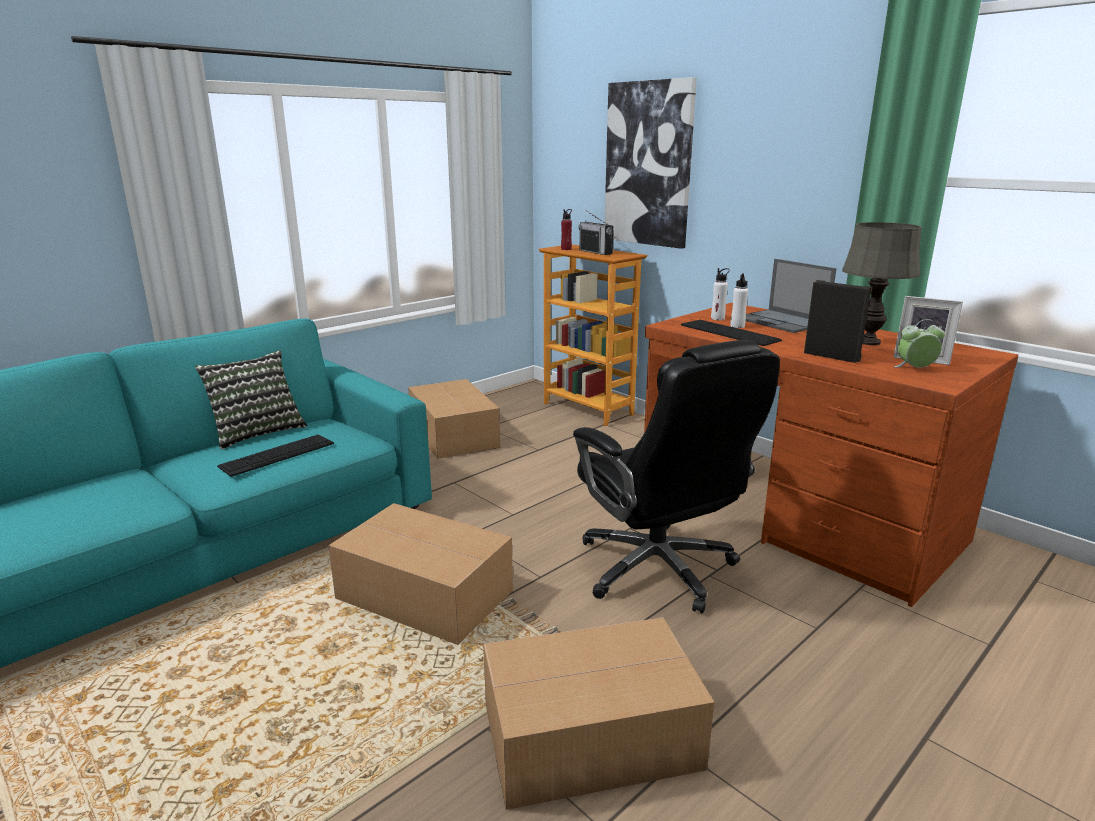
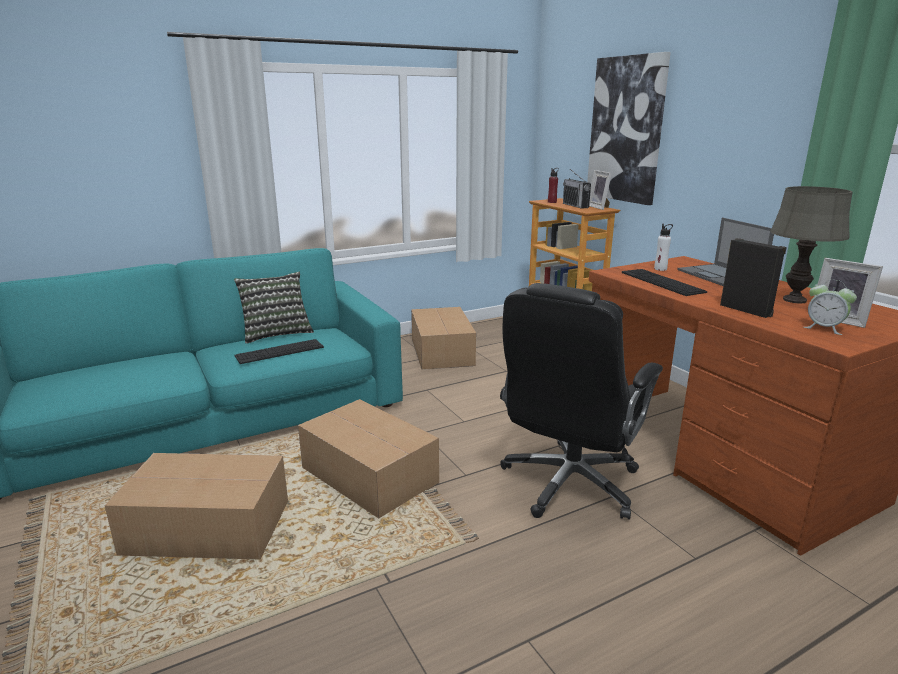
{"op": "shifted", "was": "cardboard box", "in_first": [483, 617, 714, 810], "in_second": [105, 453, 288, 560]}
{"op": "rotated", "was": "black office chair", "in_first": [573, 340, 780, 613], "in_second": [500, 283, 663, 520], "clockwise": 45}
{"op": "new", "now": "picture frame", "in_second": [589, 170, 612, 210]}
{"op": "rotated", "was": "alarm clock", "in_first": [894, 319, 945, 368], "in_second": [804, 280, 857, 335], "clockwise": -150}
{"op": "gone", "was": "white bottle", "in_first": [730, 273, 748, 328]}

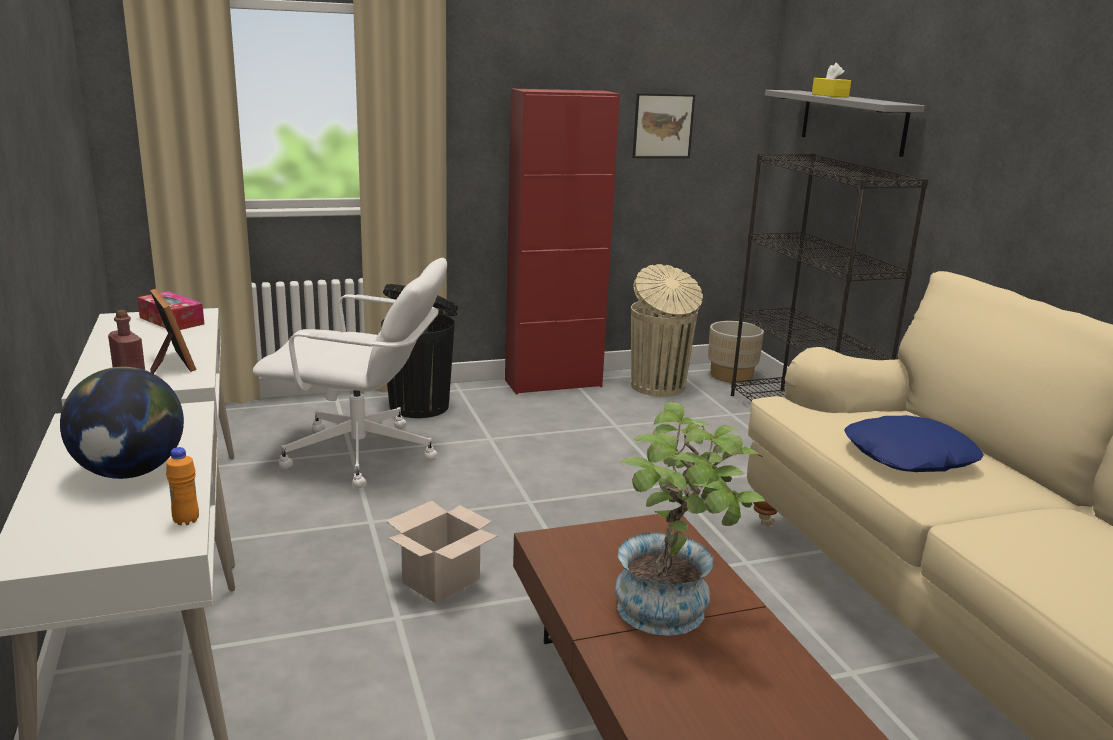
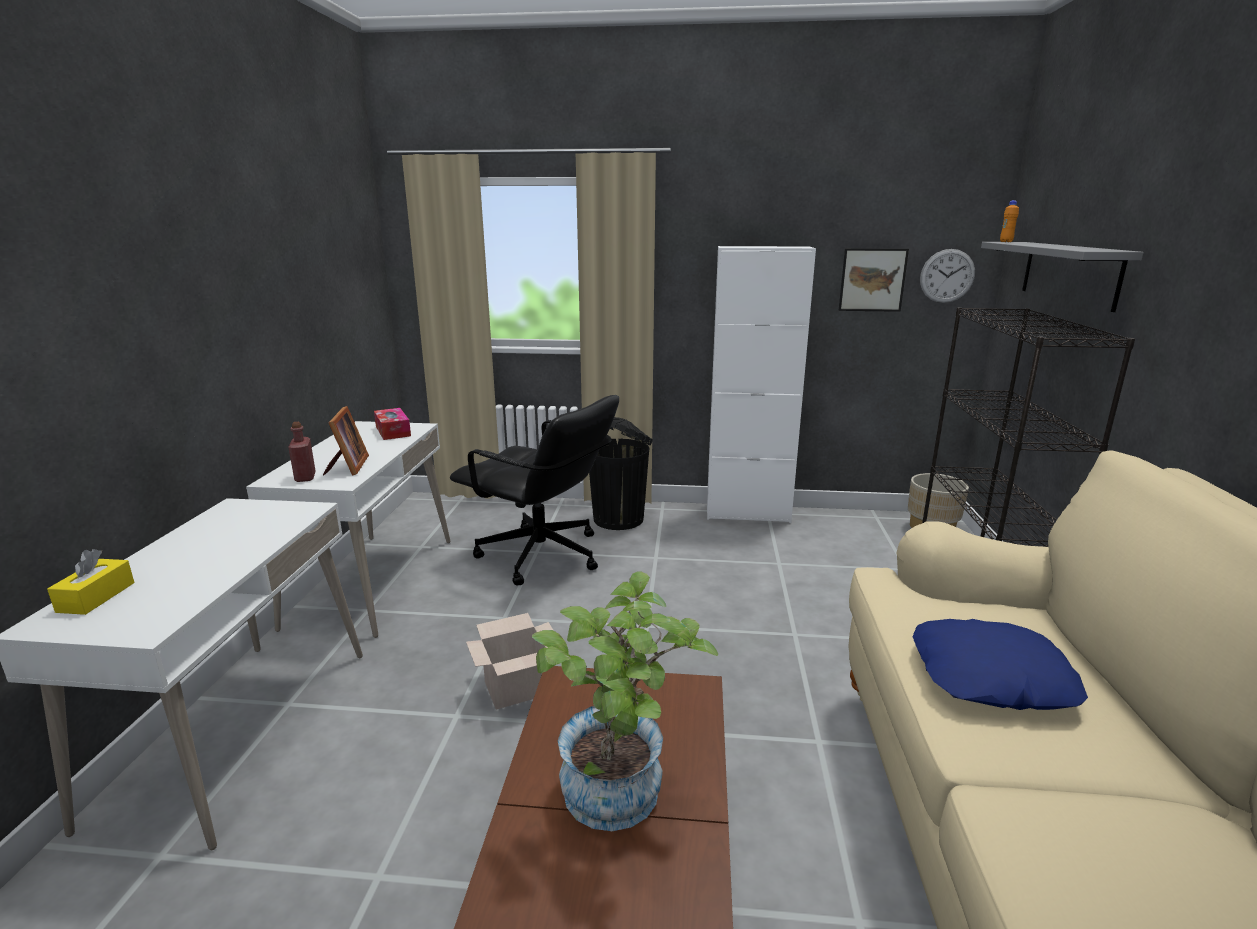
{"op": "shifted", "was": "yellow tissue box", "in_first": [812, 63, 851, 97], "in_second": [47, 549, 134, 615]}
{"op": "repainted", "was": "white office chair", "now": "black office chair", "in_first": [253, 258, 447, 488], "in_second": [450, 395, 619, 585]}
{"op": "repainted", "was": "red cabinet", "now": "white cabinet", "in_first": [505, 88, 620, 395], "in_second": [707, 246, 816, 523]}
{"op": "new", "now": "wall clock", "in_second": [920, 249, 975, 303]}
{"op": "shifted", "was": "orange bottle", "in_first": [166, 447, 199, 525], "in_second": [1000, 200, 1019, 242]}
{"op": "gone", "was": "globe", "in_first": [60, 367, 184, 479]}
{"op": "gone", "was": "beige trash can", "in_first": [631, 264, 703, 397]}

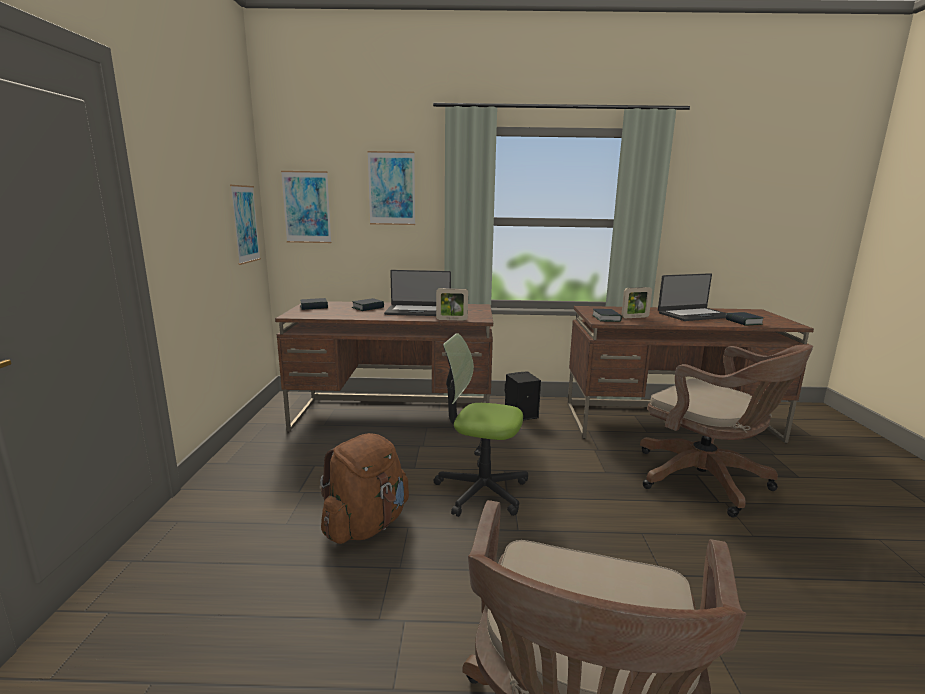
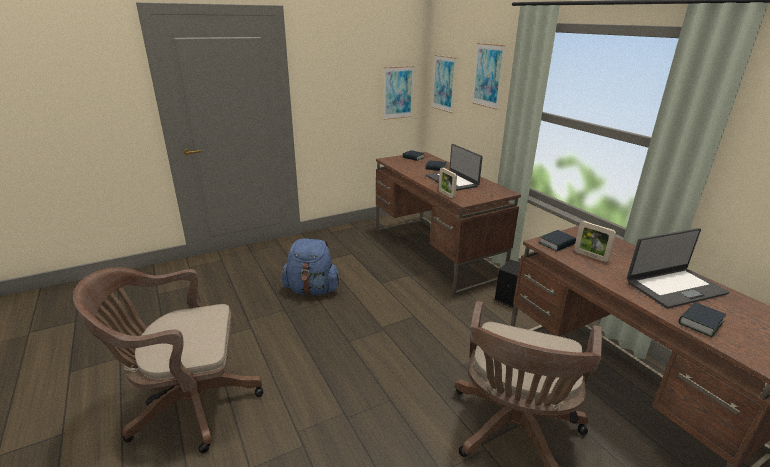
{"op": "repainted", "was": "brown backpack", "now": "blue backpack", "in_first": [320, 433, 409, 544], "in_second": [282, 239, 340, 295]}
{"op": "rotated", "was": "laptop", "in_first": [658, 273, 727, 321], "in_second": [627, 228, 730, 309], "clockwise": -60}
{"op": "gone", "was": "office chair", "in_first": [433, 333, 528, 517]}

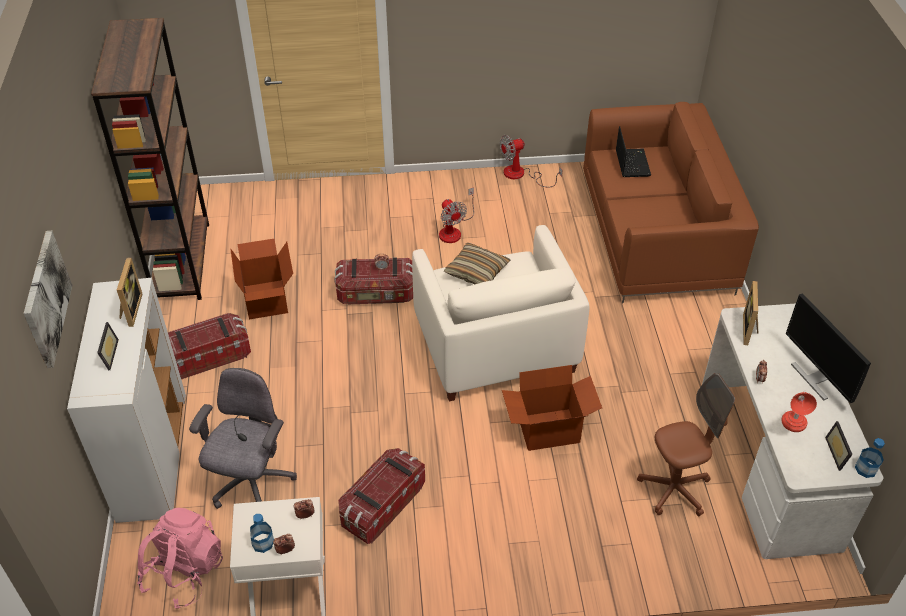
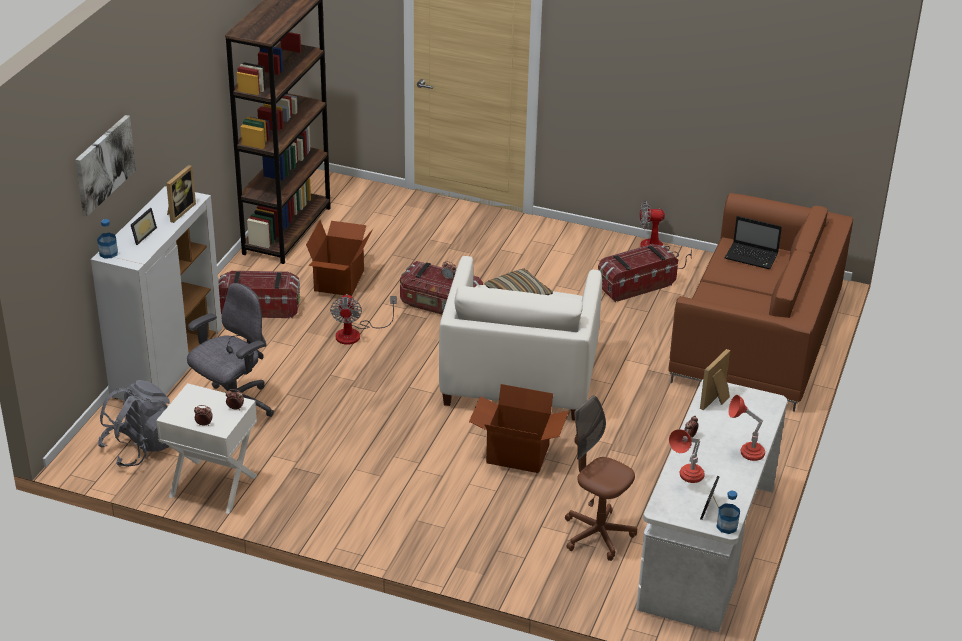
{"op": "shifted", "was": "bottle", "in_first": [250, 514, 274, 553], "in_second": [97, 219, 118, 259]}
{"op": "repainted", "was": "pink backpack", "now": "grey backpack", "in_first": [137, 508, 223, 609], "in_second": [98, 380, 170, 467]}
{"op": "shifted", "was": "fan", "in_first": [439, 187, 474, 243], "in_second": [330, 294, 397, 345]}
{"op": "rotated", "was": "brown office chair", "in_first": [637, 373, 735, 516], "in_second": [565, 395, 637, 561], "clockwise": -150}
{"op": "shifted", "was": "storage box", "in_first": [338, 448, 425, 544], "in_second": [598, 244, 678, 302]}
{"op": "rotated", "was": "laptop", "in_first": [616, 126, 651, 177], "in_second": [725, 216, 782, 269], "clockwise": 90}
{"op": "swapped", "was": "monitor", "now": "red table lamp", "in_first": [786, 293, 871, 403], "in_second": [729, 395, 765, 461]}

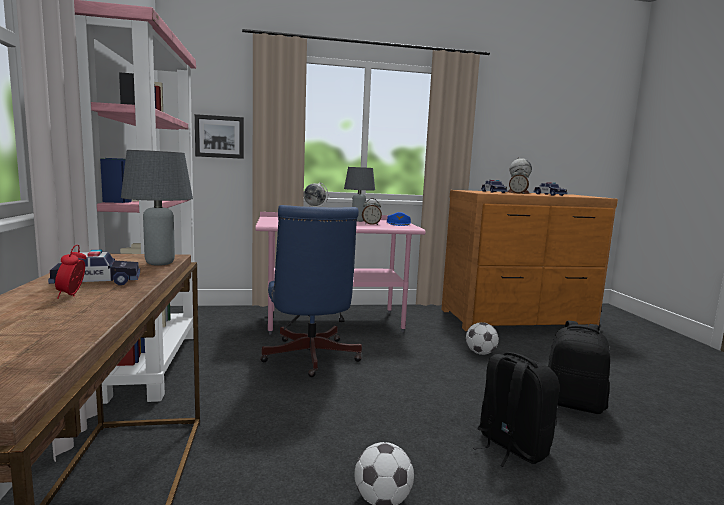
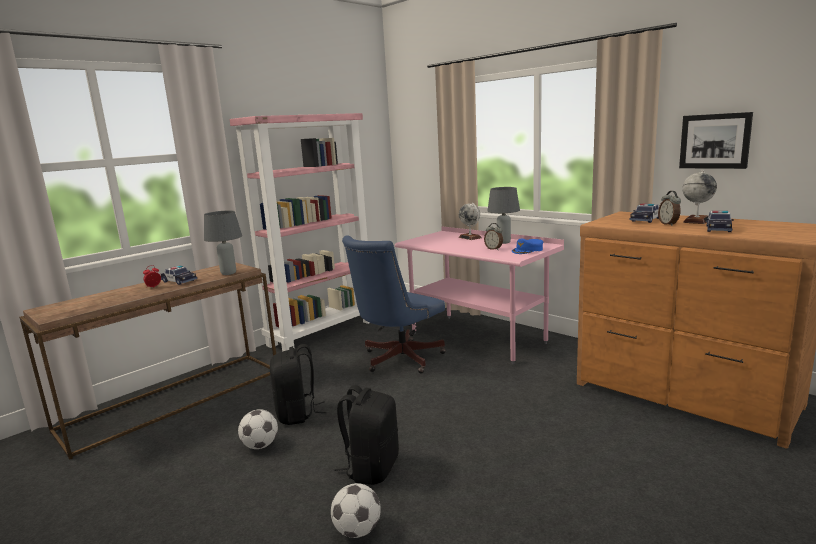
{"op": "shifted", "was": "black backpack", "in_first": [548, 321, 610, 414], "in_second": [270, 344, 327, 425]}
{"op": "shifted", "was": "football", "in_first": [466, 322, 499, 355], "in_second": [331, 483, 381, 538]}
{"op": "shifted", "was": "picture", "in_first": [195, 114, 244, 159], "in_second": [679, 112, 753, 169]}

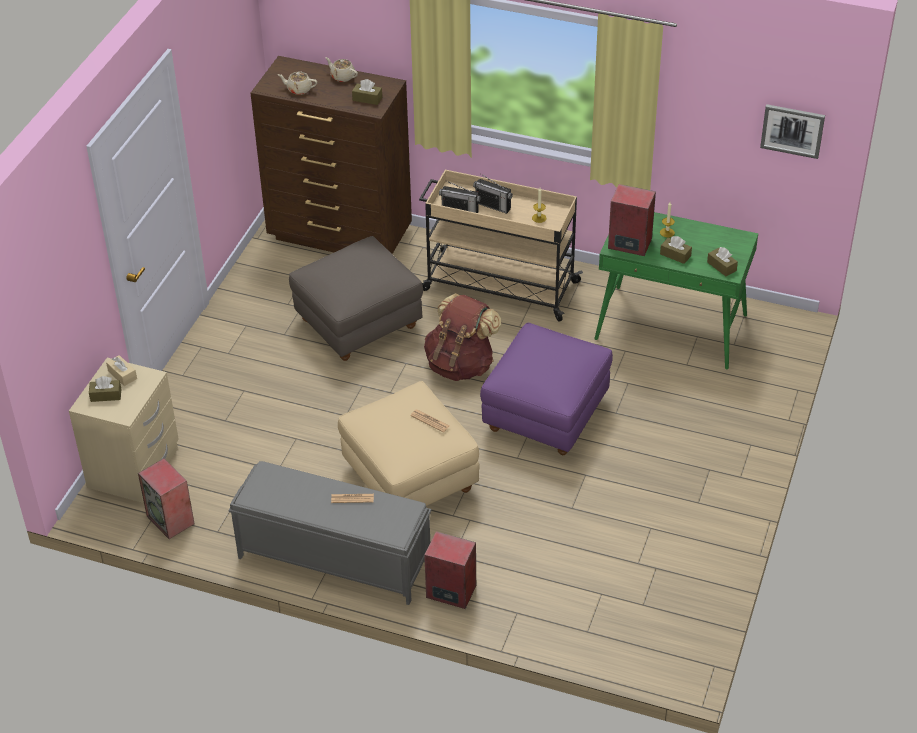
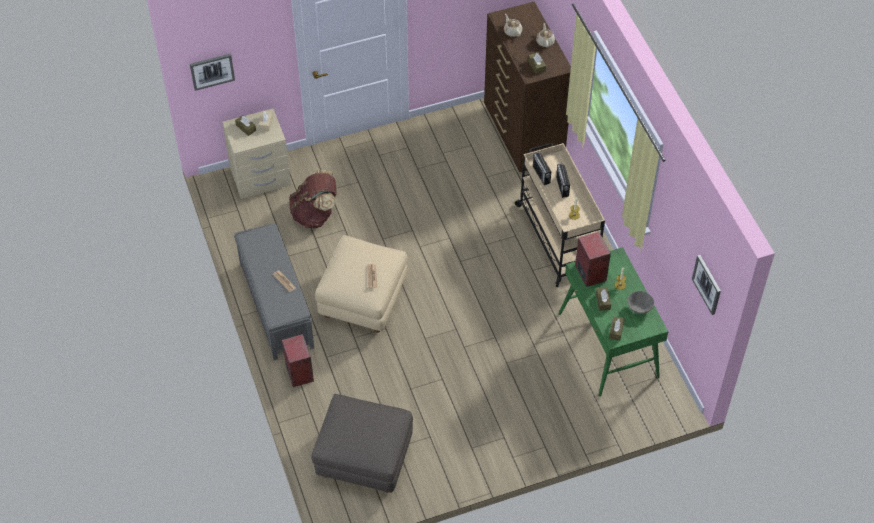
{"op": "new", "now": "picture", "in_second": [190, 53, 235, 91]}
{"op": "shifted", "was": "brown backpack", "in_first": [424, 293, 501, 381], "in_second": [289, 170, 337, 228]}
{"op": "shifted", "was": "grey ottoman", "in_first": [289, 236, 423, 361], "in_second": [311, 394, 413, 493]}
{"op": "new", "now": "grey bowl", "in_second": [628, 291, 654, 314]}
{"op": "gone", "was": "speaker", "in_first": [138, 458, 195, 539]}
{"op": "gone", "was": "purple ottoman", "in_first": [480, 323, 613, 455]}

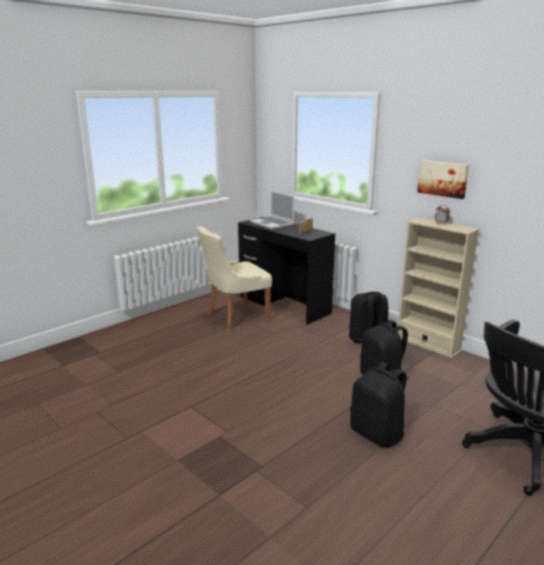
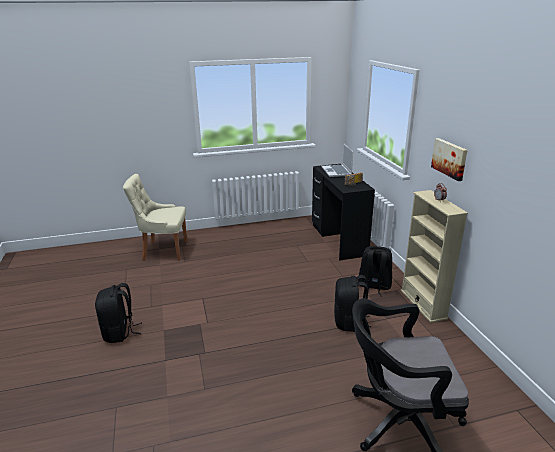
{"op": "shifted", "was": "black backpack", "in_first": [350, 362, 407, 448], "in_second": [95, 283, 142, 343]}
{"op": "shifted", "was": "beige chair", "in_first": [196, 226, 272, 331], "in_second": [123, 174, 187, 261]}

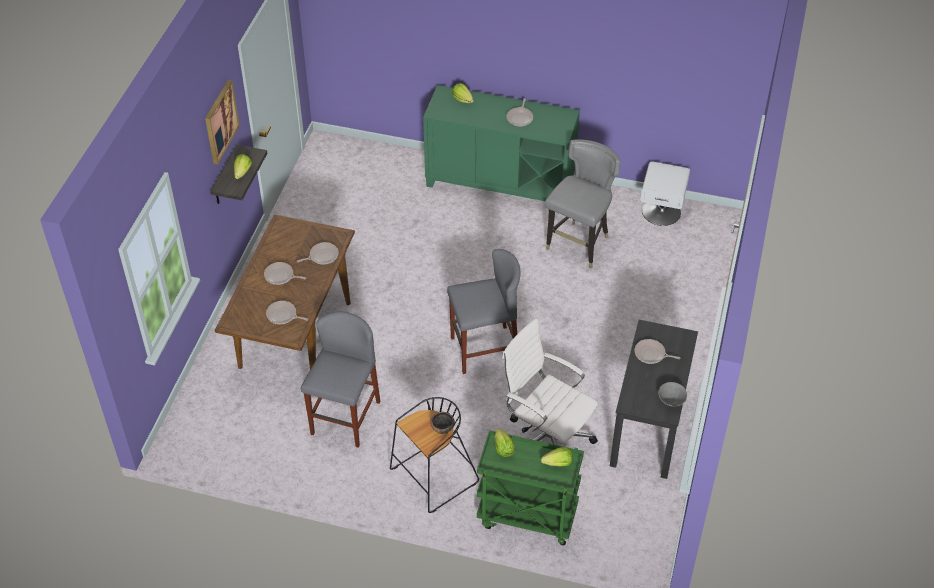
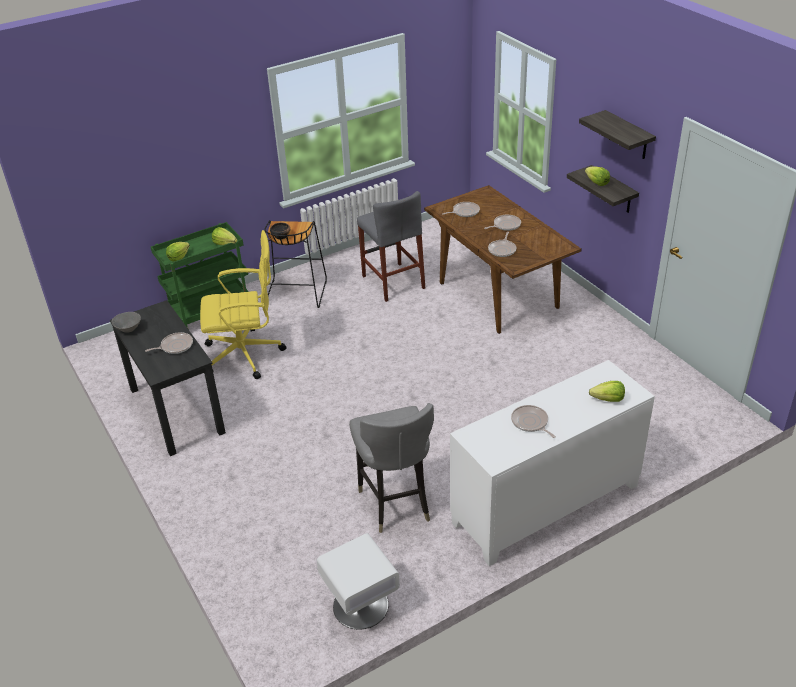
{"op": "repainted", "was": "white office chair", "now": "yellow office chair", "in_first": [502, 319, 598, 445], "in_second": [200, 230, 287, 379]}
{"op": "repainted", "was": "green cabinet", "now": "white cabinet", "in_first": [423, 85, 580, 201], "in_second": [450, 360, 655, 566]}
{"op": "swapped", "was": "picture", "now": "shelf", "in_first": [205, 80, 240, 164], "in_second": [579, 110, 656, 159]}
{"op": "gone", "was": "grey stool", "in_first": [447, 249, 520, 374]}

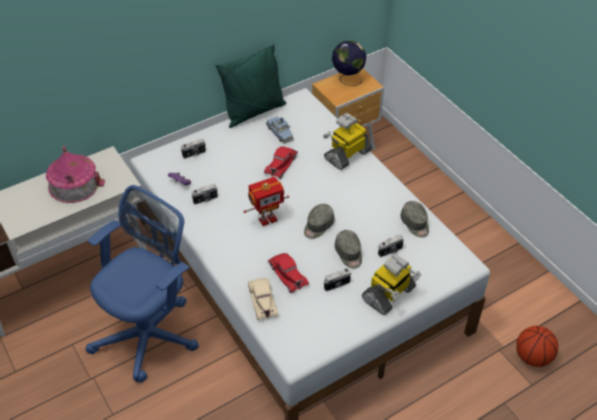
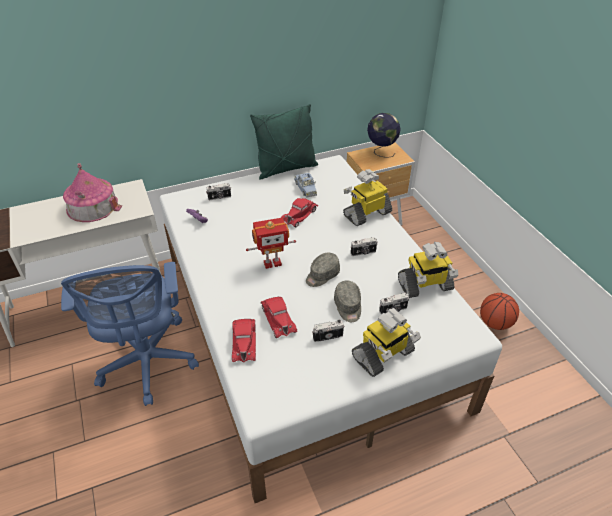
{"op": "rotated", "was": "blue office chair", "in_first": [85, 185, 199, 383], "in_second": [61, 262, 199, 406], "clockwise": 120}
{"op": "repainted", "was": "beige toy car", "now": "red toy car", "in_first": [248, 278, 278, 320], "in_second": [232, 319, 256, 362]}
{"op": "shifted", "was": "photo camera", "in_first": [192, 184, 218, 205], "in_second": [350, 237, 378, 256]}
{"op": "swapped", "was": "grey cap", "now": "toy robot", "in_first": [400, 201, 429, 238], "in_second": [398, 242, 459, 298]}
{"op": "shifted", "was": "basketball", "in_first": [516, 326, 558, 367], "in_second": [480, 293, 519, 330]}

